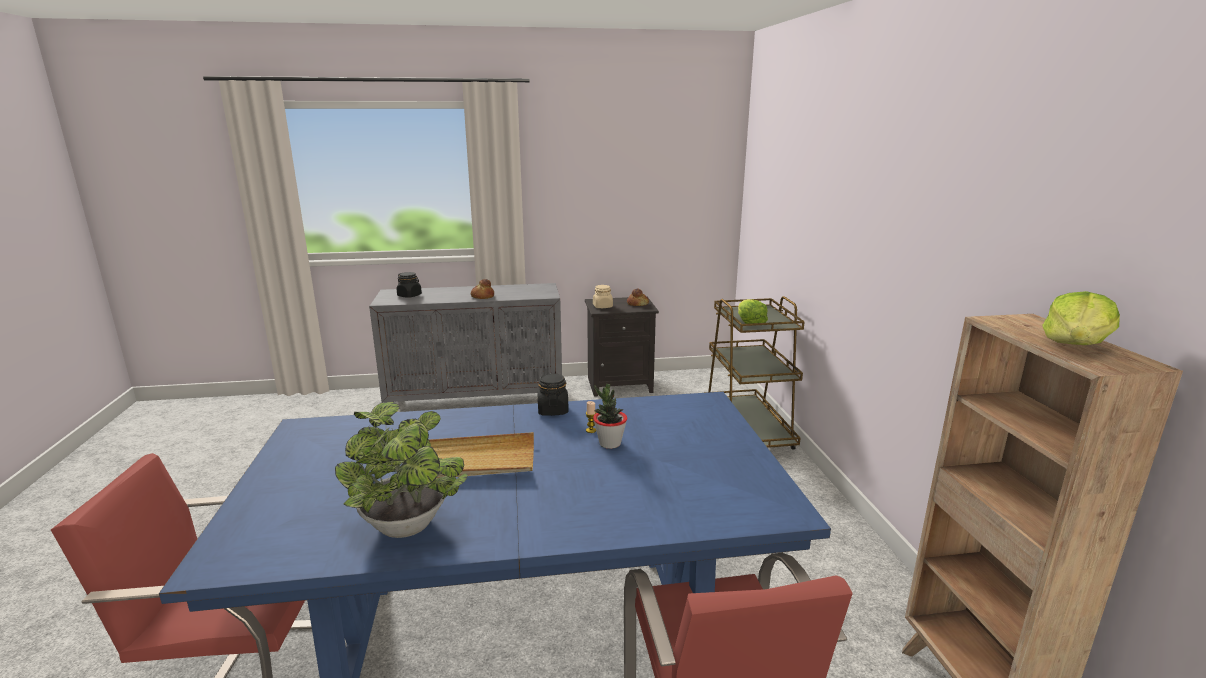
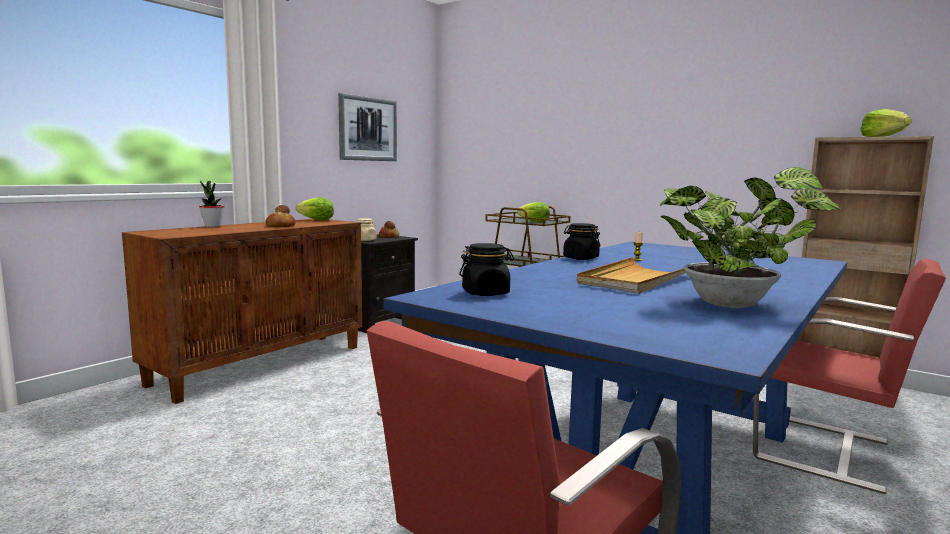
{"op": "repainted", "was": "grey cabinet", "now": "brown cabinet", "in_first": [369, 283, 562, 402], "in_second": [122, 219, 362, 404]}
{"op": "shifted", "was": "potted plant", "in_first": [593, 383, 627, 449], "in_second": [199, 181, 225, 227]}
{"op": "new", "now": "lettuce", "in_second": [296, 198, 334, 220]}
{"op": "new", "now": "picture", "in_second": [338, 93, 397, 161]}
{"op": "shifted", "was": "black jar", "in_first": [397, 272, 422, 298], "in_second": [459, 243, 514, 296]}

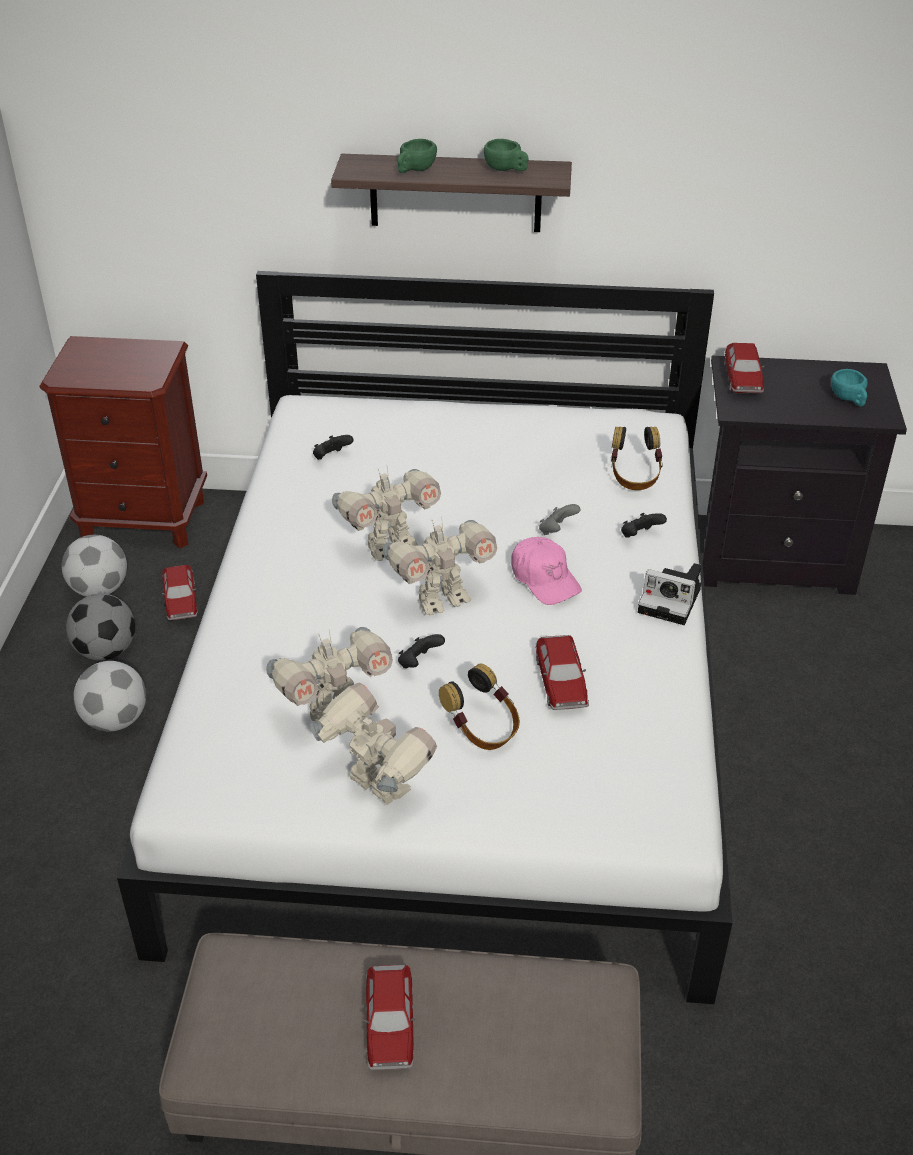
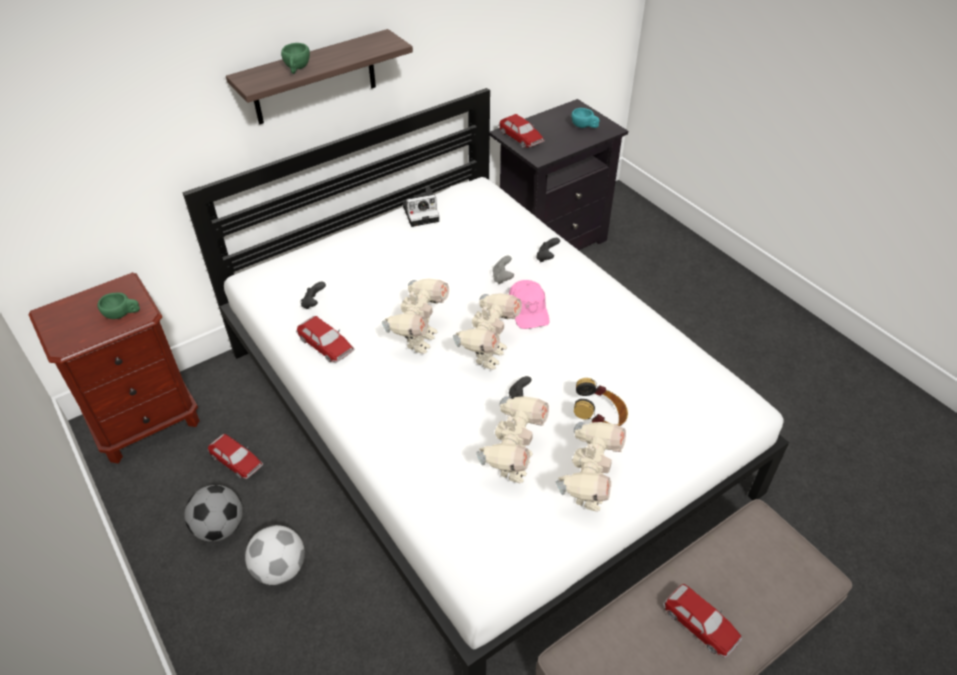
{"op": "shifted", "was": "green cup", "in_first": [484, 139, 529, 171], "in_second": [97, 293, 140, 319]}
{"op": "shifted", "was": "toy car", "in_first": [535, 635, 589, 710], "in_second": [296, 316, 354, 362]}
{"op": "shifted", "was": "photo camera", "in_first": [638, 563, 701, 625], "in_second": [403, 186, 439, 227]}
{"op": "rotated", "was": "pink cap", "in_first": [511, 537, 582, 605], "in_second": [509, 280, 549, 329], "clockwise": 60}
{"op": "rotated", "was": "toy robot", "in_first": [310, 682, 437, 805], "in_second": [555, 422, 626, 512], "clockwise": 105}
{"op": "gone", "was": "football", "in_first": [62, 535, 127, 597]}
{"op": "gone", "was": "headphones", "in_first": [611, 427, 663, 490]}

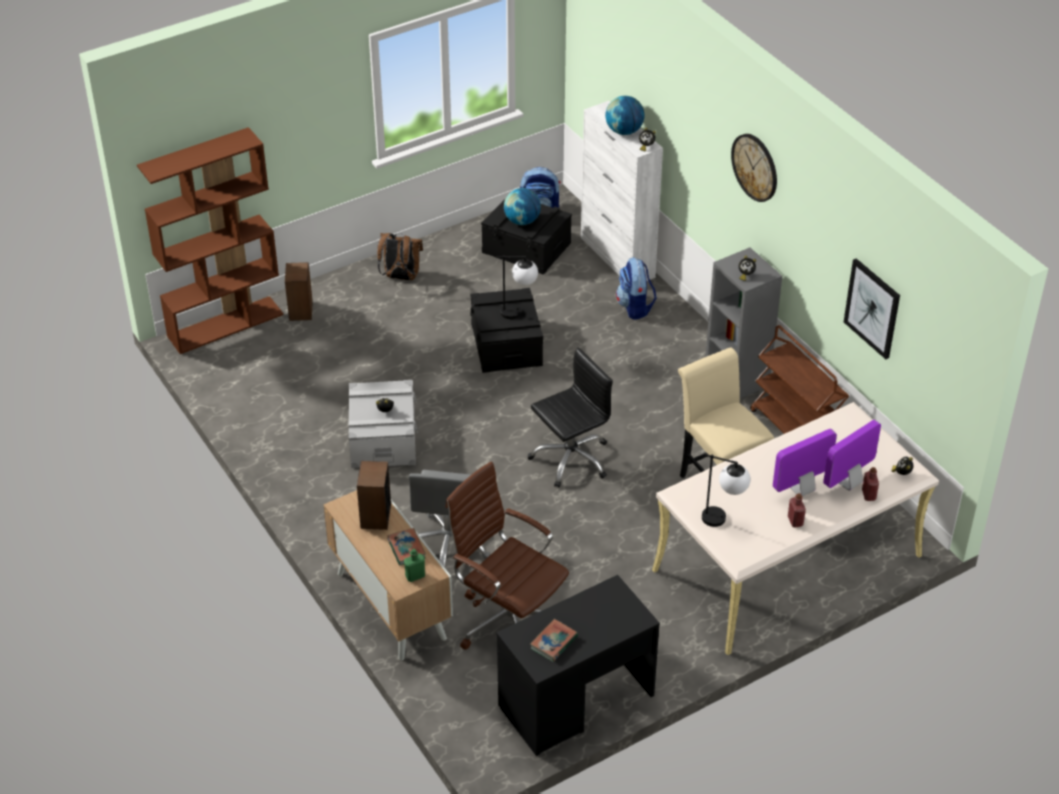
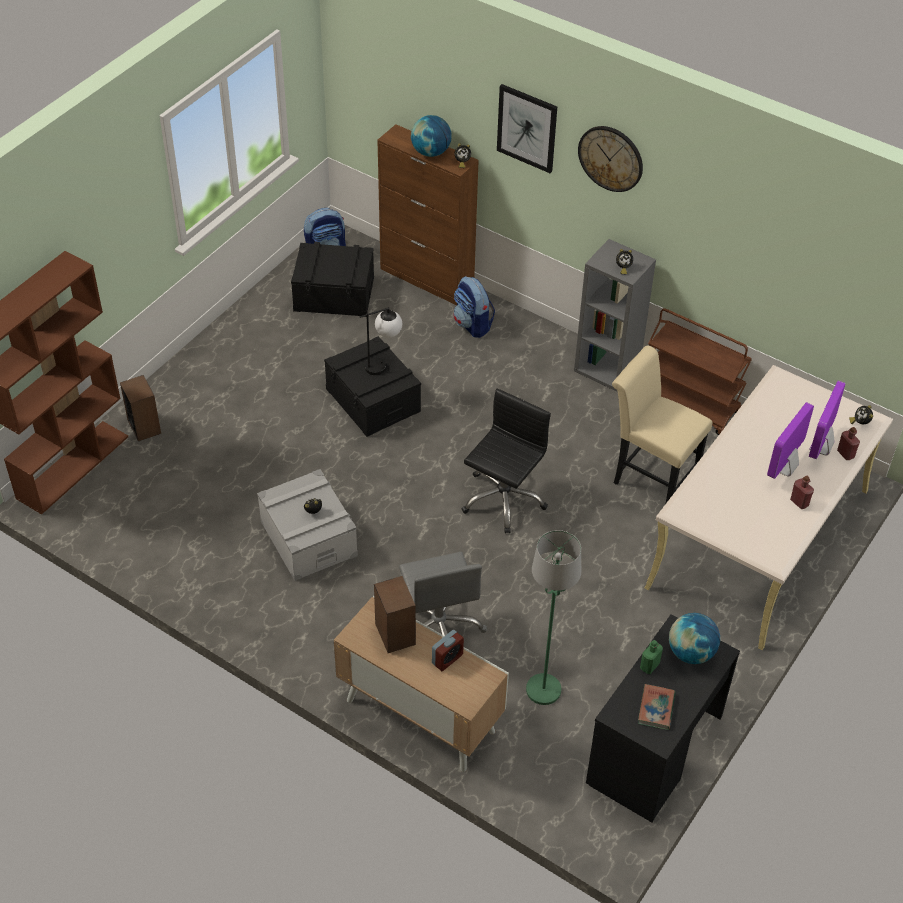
{"op": "repainted", "was": "white cabinet", "now": "brown cabinet", "in_first": [581, 101, 663, 281], "in_second": [377, 124, 479, 305]}
{"op": "swapped", "was": "book", "now": "alarm clock", "in_first": [387, 528, 426, 565], "in_second": [432, 630, 464, 671]}
{"op": "shifted", "was": "picture", "in_first": [844, 258, 900, 359], "in_second": [497, 84, 557, 173]}
{"op": "swapped", "was": "brown office chair", "now": "green floor lamp", "in_first": [445, 462, 569, 650], "in_second": [526, 530, 581, 705]}
{"op": "shifted", "was": "green bottle", "in_first": [404, 549, 425, 582], "in_second": [640, 640, 663, 674]}
{"op": "shifted", "was": "globe", "in_first": [504, 188, 541, 225], "in_second": [669, 613, 720, 664]}
{"op": "gone", "was": "brown backpack", "in_first": [377, 233, 423, 280]}
{"op": "gone", "was": "table lamp", "in_first": [702, 454, 750, 527]}

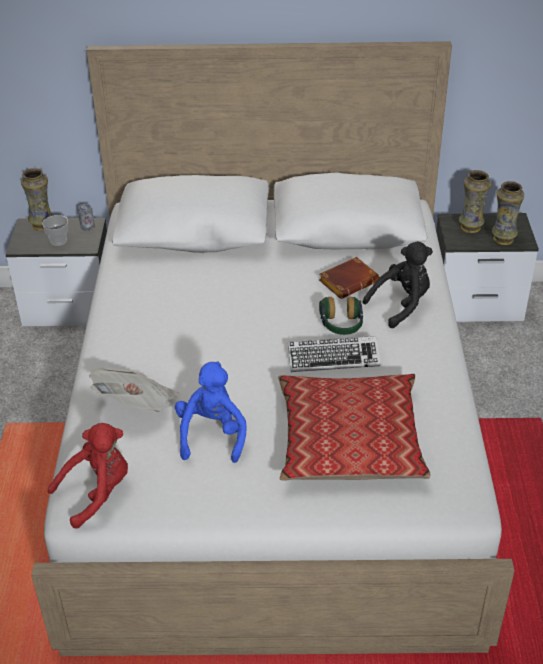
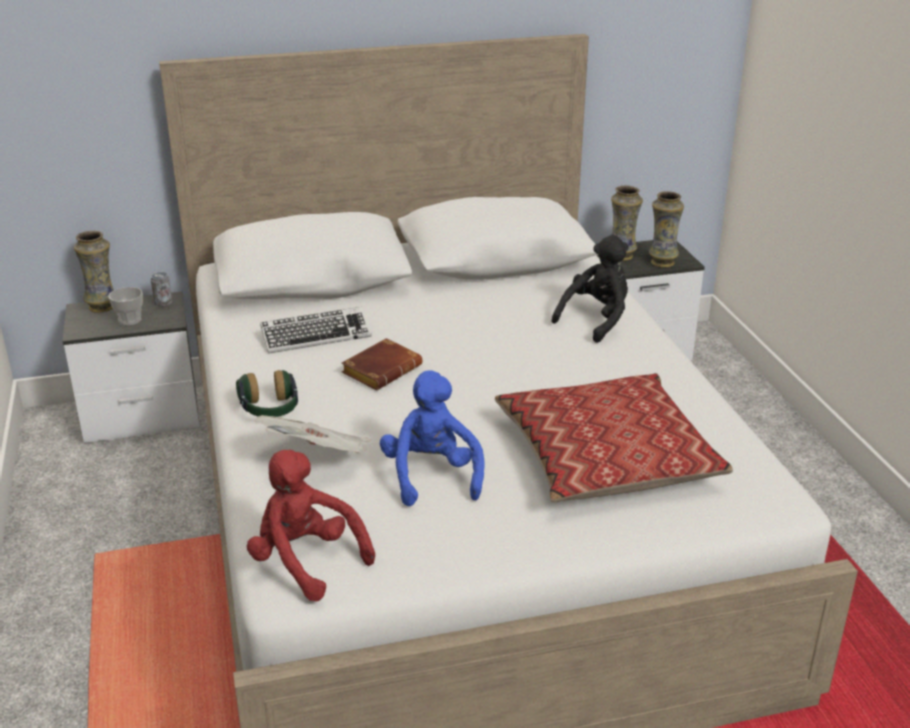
{"op": "shifted", "was": "headphones", "in_first": [319, 297, 363, 335], "in_second": [236, 370, 298, 417]}
{"op": "rotated", "was": "red plush toy", "in_first": [48, 423, 128, 528], "in_second": [247, 450, 375, 602], "clockwise": -90}
{"op": "shifted", "was": "keyboard", "in_first": [288, 336, 380, 372], "in_second": [260, 307, 372, 354]}
{"op": "shifted", "was": "brown book", "in_first": [319, 257, 379, 299], "in_second": [342, 338, 422, 390]}

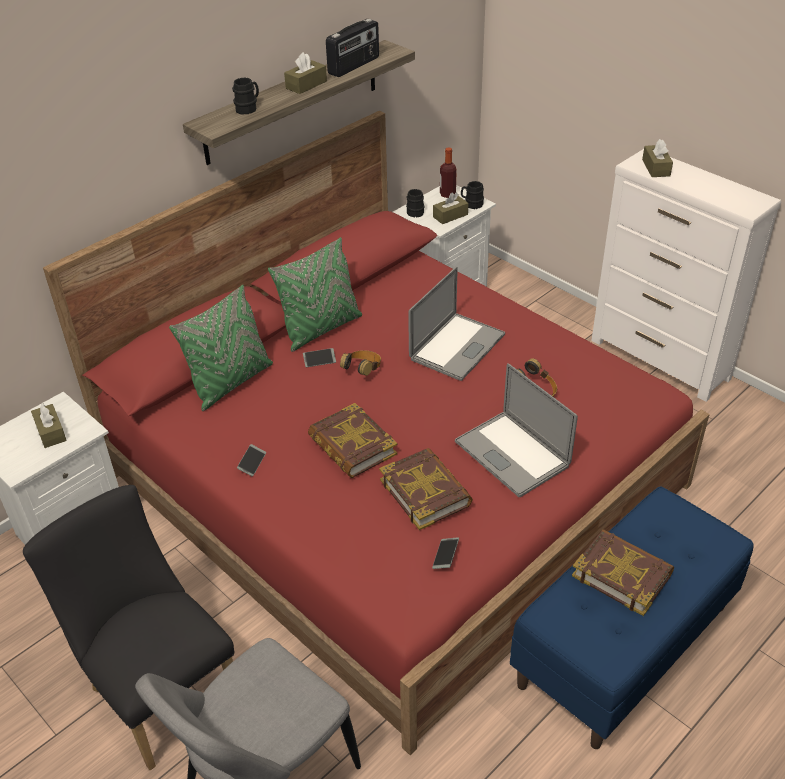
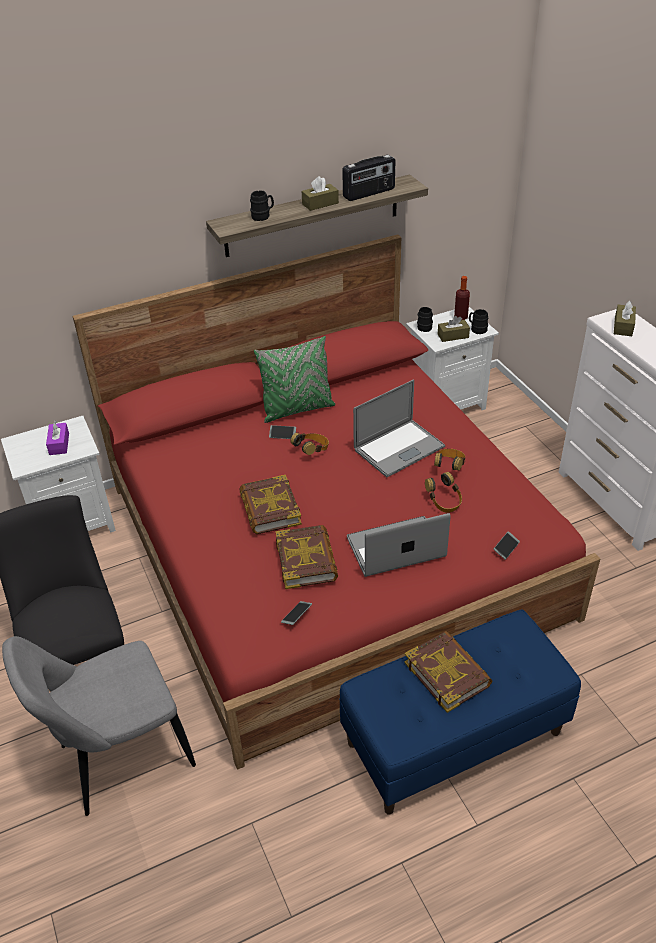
{"op": "repainted", "was": "brown tissue box", "now": "purple tissue box", "in_first": [31, 403, 67, 448], "in_second": [46, 421, 69, 455]}
{"op": "rotated", "was": "laptop", "in_first": [455, 363, 578, 497], "in_second": [347, 513, 450, 577], "clockwise": 90}
{"op": "new", "now": "headphones", "in_second": [434, 449, 466, 471]}
{"op": "shifted", "was": "phone", "in_first": [237, 444, 266, 477], "in_second": [494, 531, 520, 560]}
{"op": "gone", "was": "green pillow", "in_first": [169, 285, 273, 411]}

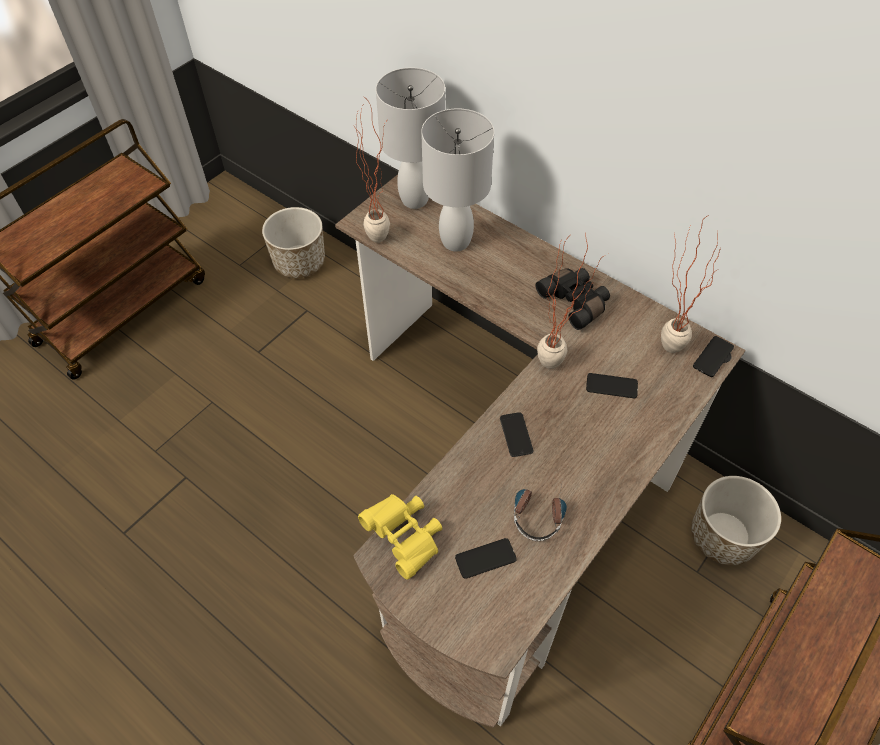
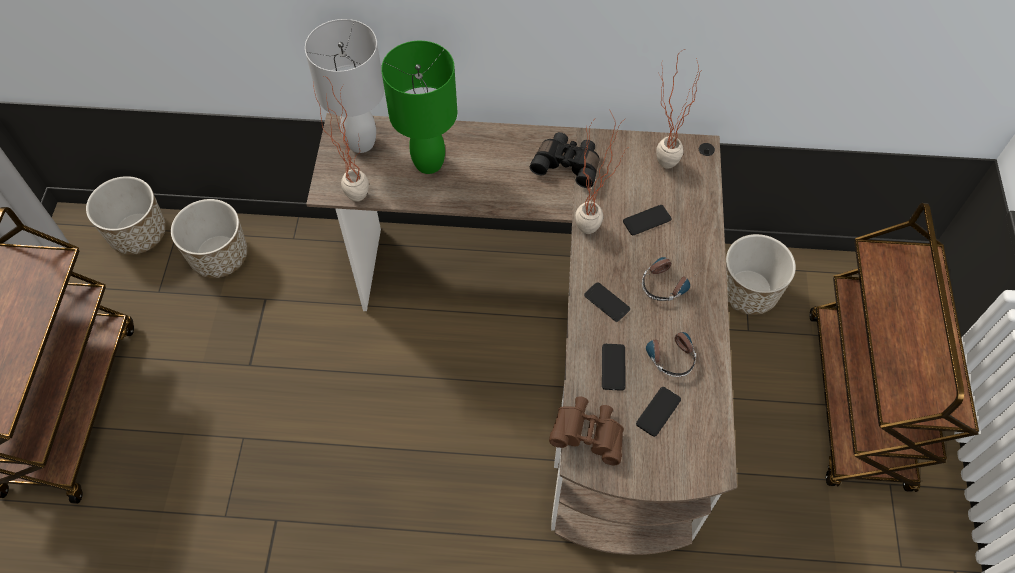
{"op": "new", "now": "planter", "in_second": [86, 176, 166, 255]}
{"op": "repainted", "was": "white table lamp", "now": "green table lamp", "in_first": [421, 108, 494, 252], "in_second": [381, 41, 457, 174]}
{"op": "repainted", "was": "yellow binoculars", "now": "brown binoculars", "in_first": [358, 494, 442, 579], "in_second": [549, 397, 624, 465]}
{"op": "shifted", "was": "phone", "in_first": [693, 336, 734, 377], "in_second": [602, 344, 626, 391]}
{"op": "new", "now": "headphones", "in_second": [642, 257, 703, 301]}

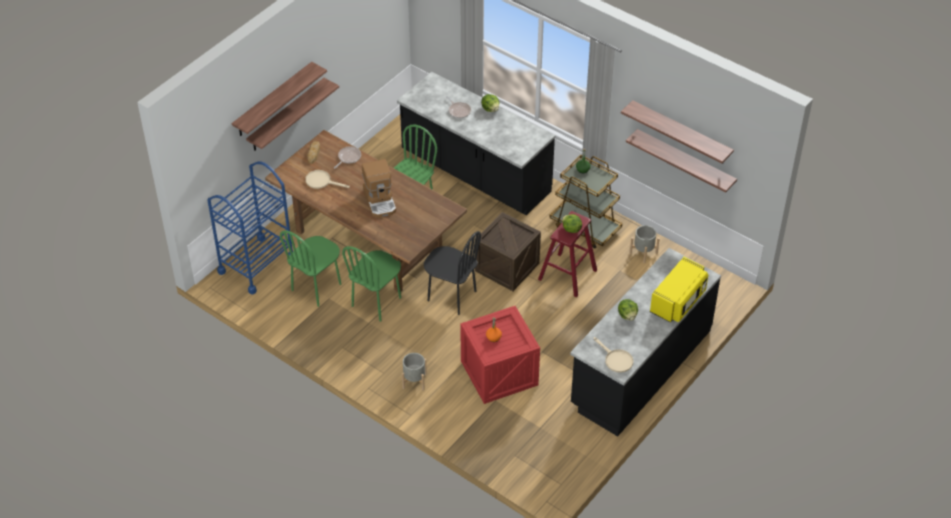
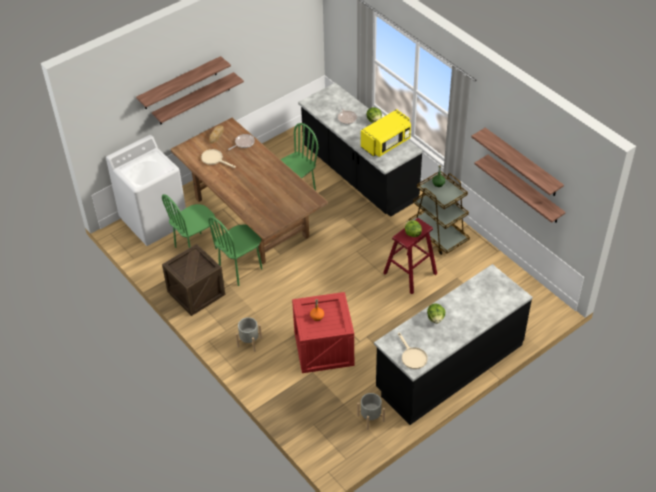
{"op": "swapped", "was": "blue cart", "now": "white washing machine", "in_first": [207, 161, 293, 294], "in_second": [106, 135, 186, 246]}
{"op": "shifted", "was": "crate", "in_first": [475, 212, 541, 291], "in_second": [162, 244, 225, 316]}
{"op": "shifted", "was": "grey planter", "in_first": [630, 225, 660, 263], "in_second": [357, 393, 385, 430]}
{"op": "shifted", "was": "yellow microwave", "in_first": [650, 257, 708, 323], "in_second": [361, 109, 411, 157]}
{"op": "gone", "was": "coffee machine", "in_first": [362, 159, 396, 218]}
{"op": "gone", "was": "black chair", "in_first": [424, 231, 481, 315]}

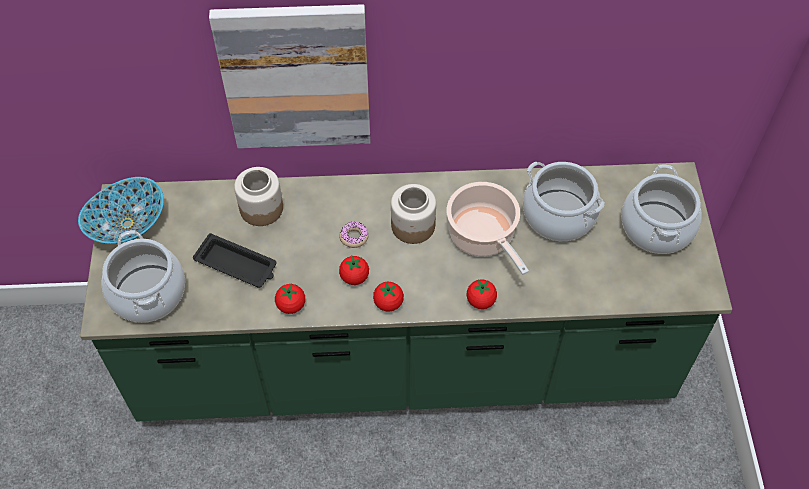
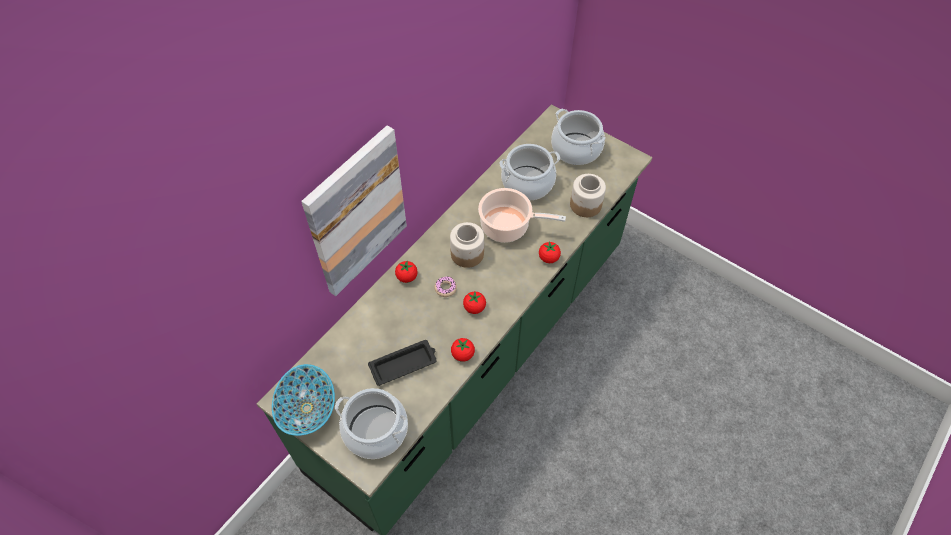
{"op": "shifted", "was": "tomato", "in_first": [373, 281, 404, 312], "in_second": [395, 261, 418, 283]}
{"op": "shifted", "was": "jar", "in_first": [234, 167, 283, 226], "in_second": [570, 174, 606, 217]}

